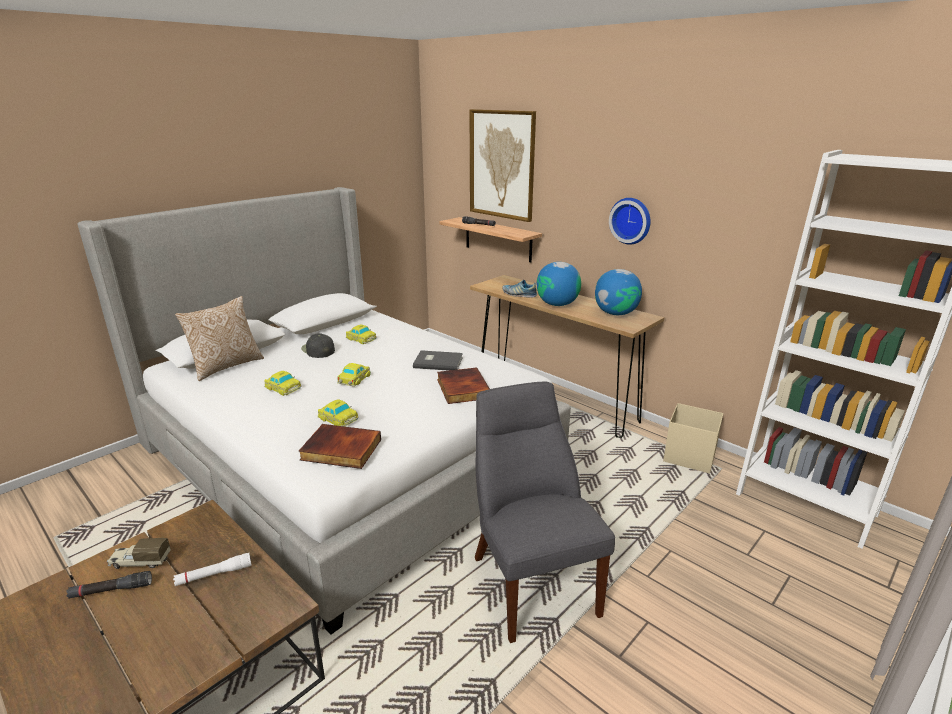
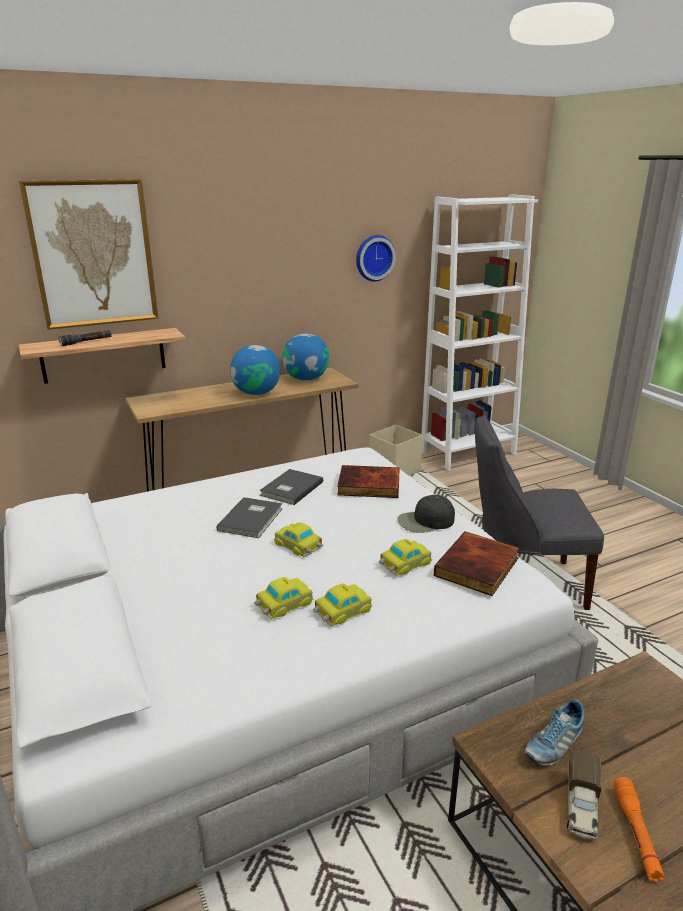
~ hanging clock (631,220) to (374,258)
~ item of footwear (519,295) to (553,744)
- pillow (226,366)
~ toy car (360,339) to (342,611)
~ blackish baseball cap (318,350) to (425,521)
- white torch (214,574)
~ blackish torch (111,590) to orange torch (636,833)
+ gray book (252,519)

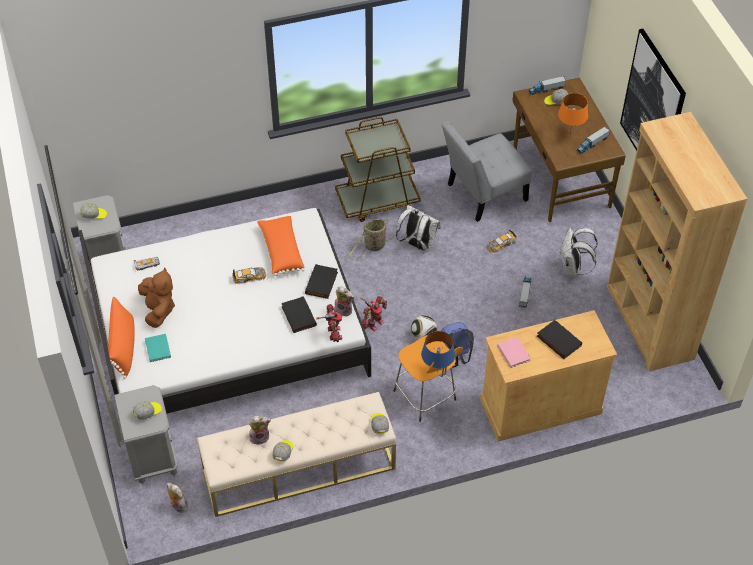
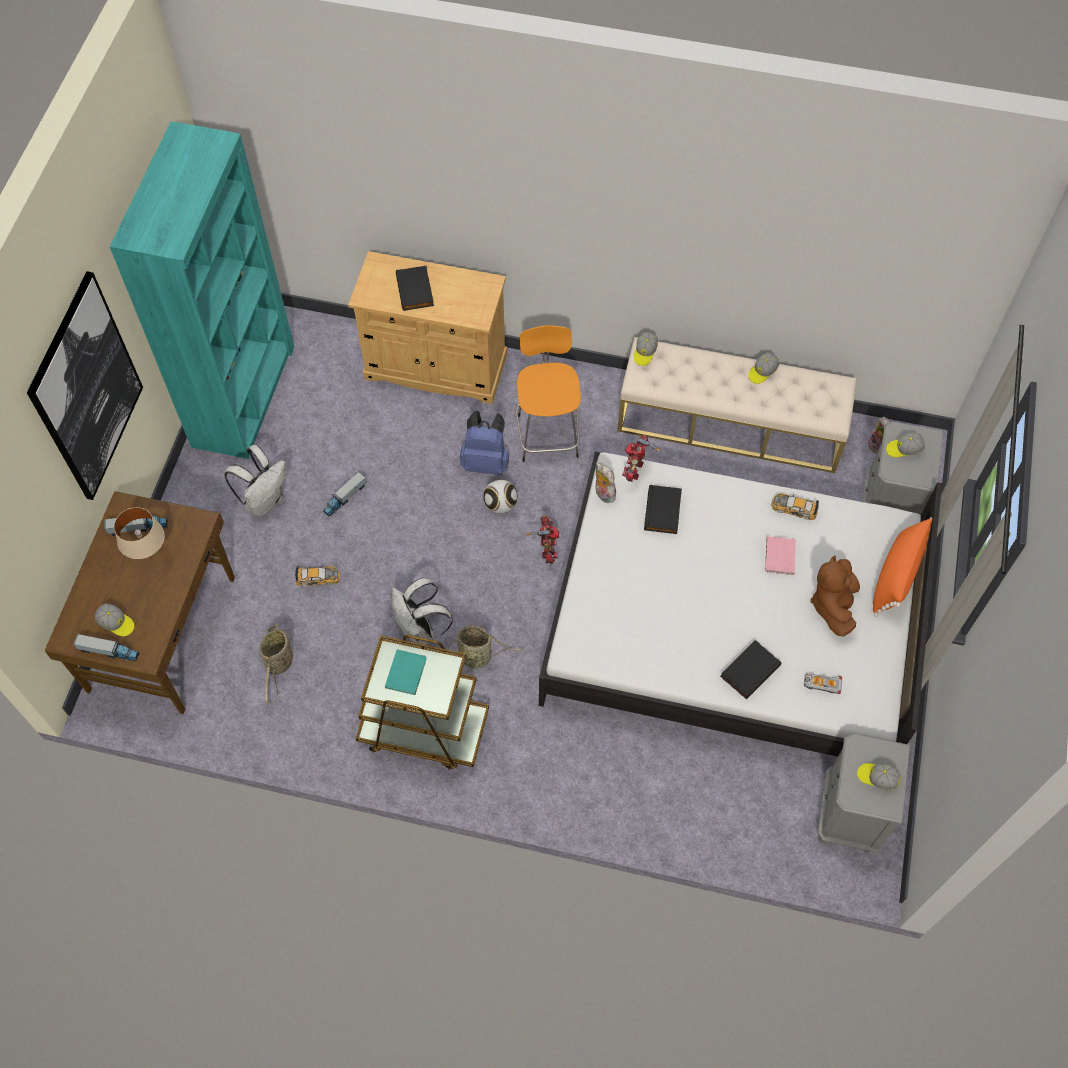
~ orange table lamp (569,134) to beige-coloured table lamp (151,557)
~ brown bookshelf (649,323) to turquoise-coloured bookshelf (244,395)
~ gray plain chair (483,194) to basket (279,665)
- orange pillow (281,251)
~ blackish book (322,283) to (749,670)
~ toy car (249,276) to (794,508)
~ robot figure (374,323) = (547,549) 105 degrees clockwise
- bluish table lamp (437,372)
~ turquoise-coloured book (157,349) to (407,672)
~ pink book (514,352) to (779,557)
- cuddly toy (260,437)

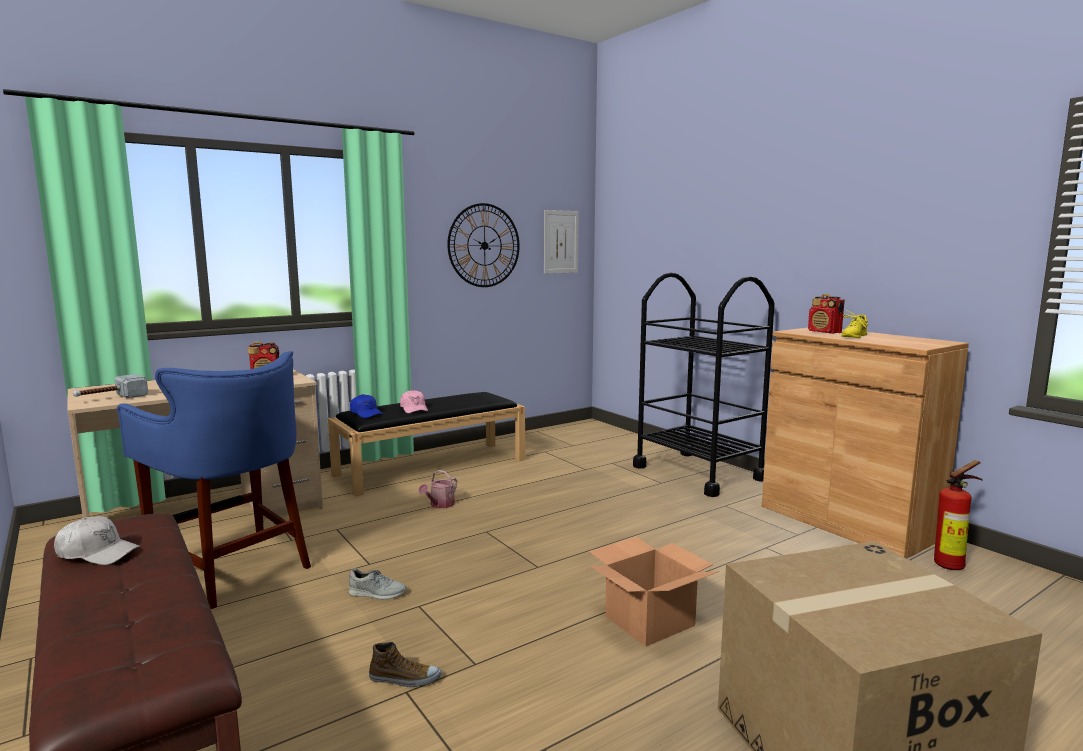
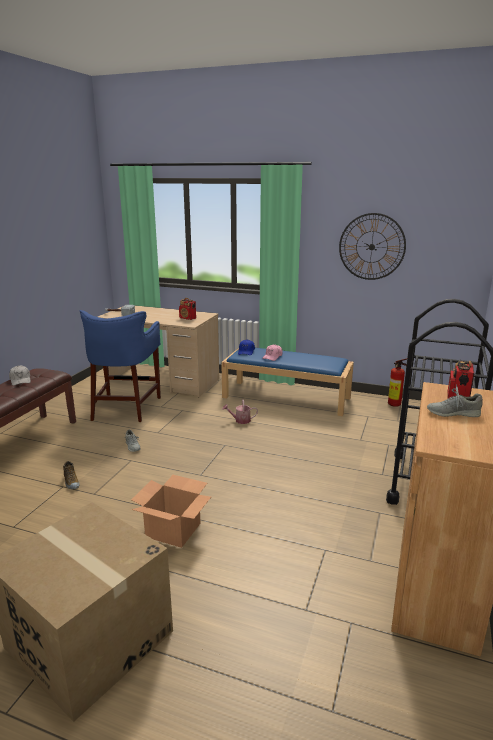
- wall art (560,242)
~ yellow-coloured item of footwear (853,336) to gray item of footwear (453,413)
~ blackish long seat (432,467) to bluish long seat (287,397)
~ fire extinguisher (953,565) to (396,405)

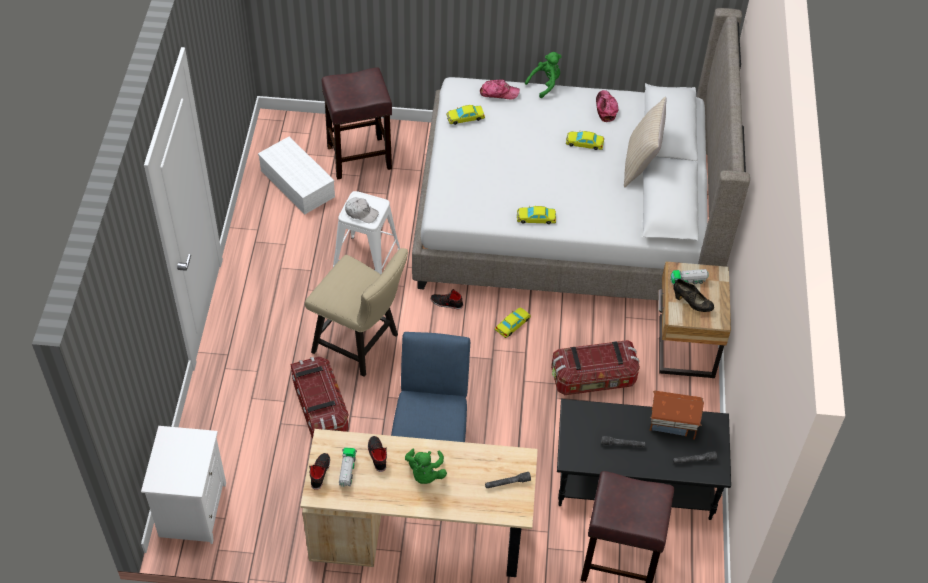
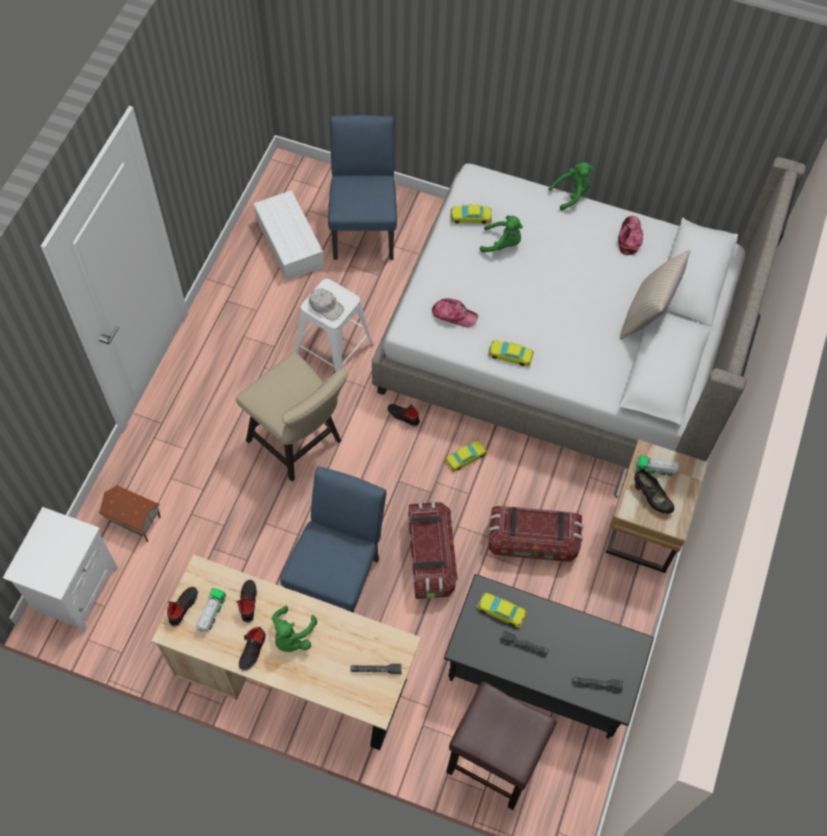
~ brown stool (360,157) to bluish plain chair (364,226)
~ baseball cap (499,93) to (454,315)
~ yellow-coloured toy car (584,142) to (501,611)
~ storage container (320,409) to (430,557)
~ model house (672,424) to (134,521)
+ greenish cuddly toy (502,243)
+ blackish item of footwear (253,651)

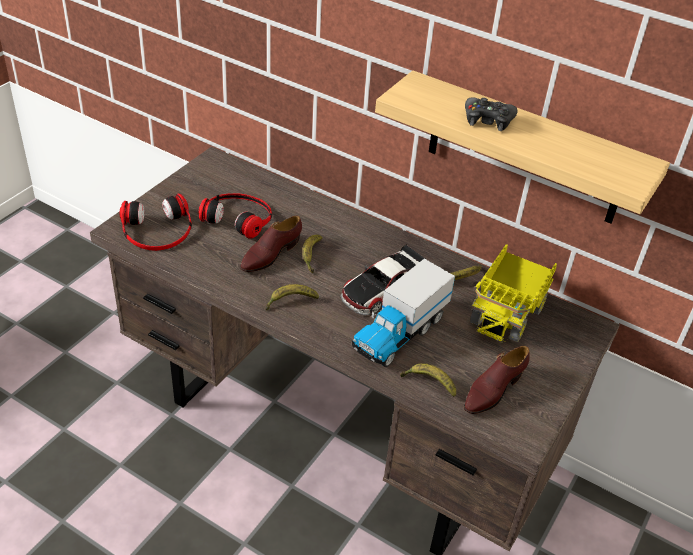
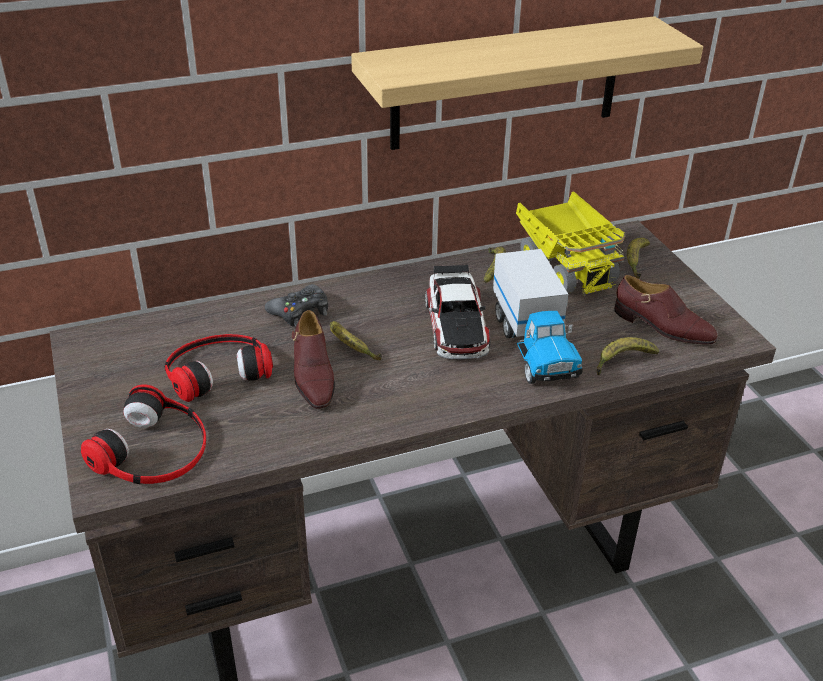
~ blackish gamepad (488,120) to (300,312)
~ banana fruit (290,301) to (635,262)
~ brown item of footwear (493,389) = (663,327) 45 degrees counterclockwise

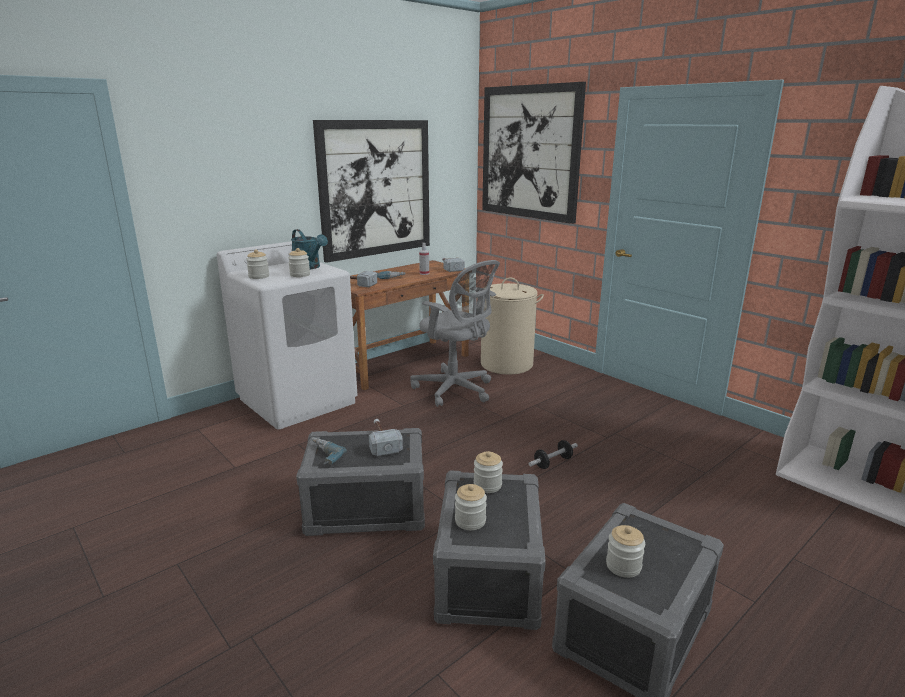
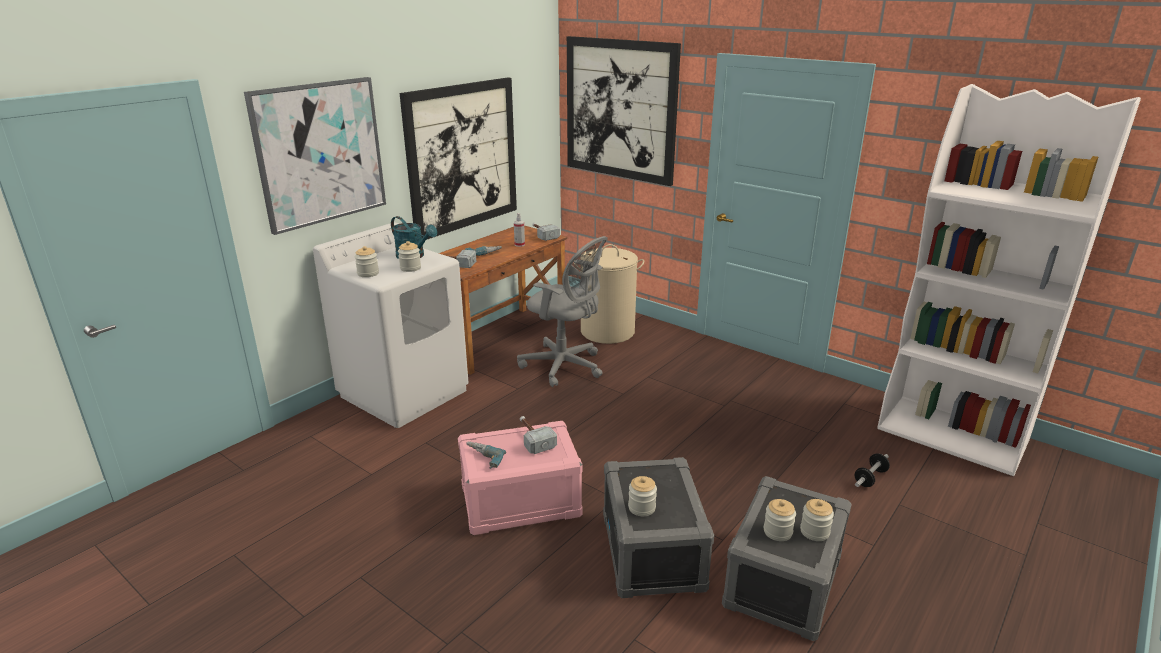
~ gray storage container (366,509) to pink storage container (520,502)
~ hand weight (553,462) to (870,478)
~ preserve jar (487,485) to (814,532)
+ wall art (320,153)

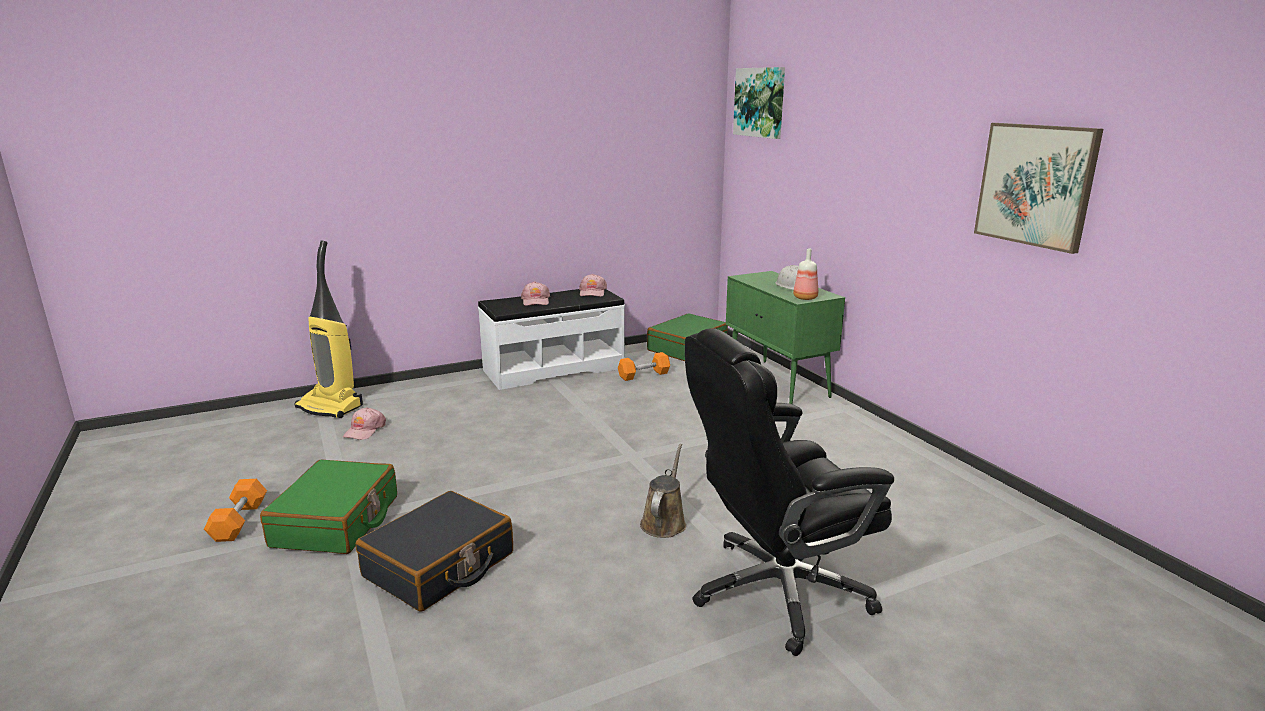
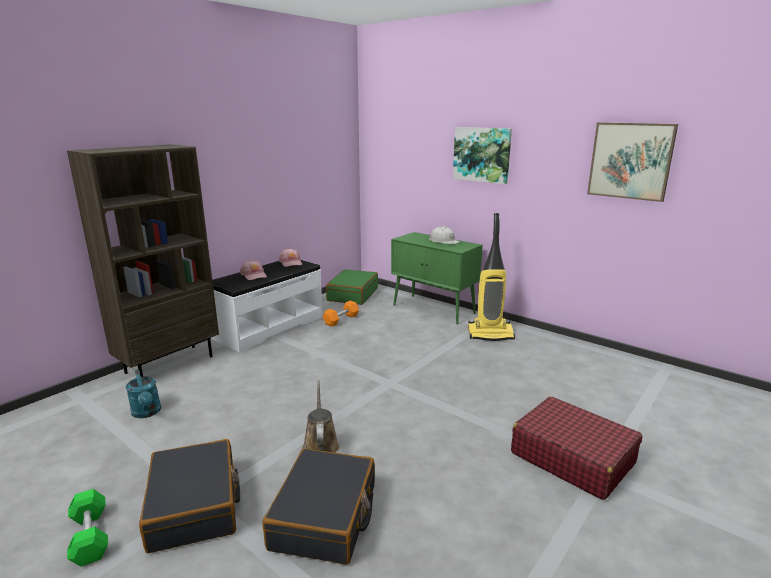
~ wall art (760,102) to (482,154)
~ vacuum cleaner (331,407) to (490,334)
- bottle (805,297)
~ blackish office chair (777,592) to red-coloured suitcase (572,458)
~ pink baseball cap (364,430) to turquoise-coloured watering can (147,413)
~ brown watering can (664,522) to (320,445)
~ greenish suitcase (337,521) to blackish suitcase (195,506)
~ orange hand weight (239,521) to greenish hand weight (90,536)
+ brown bookshelf (170,364)

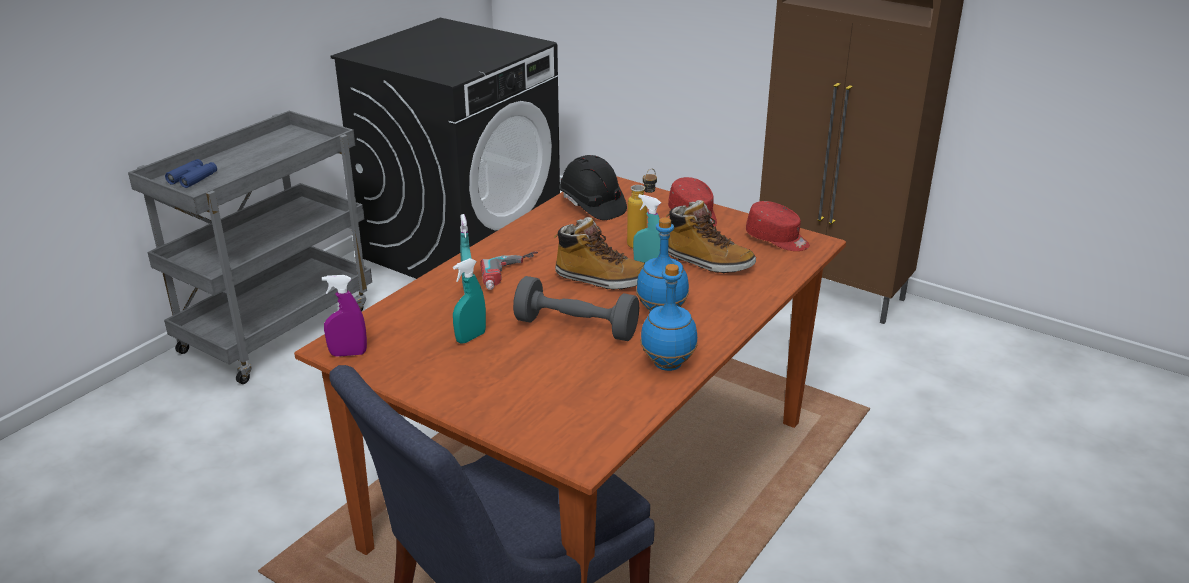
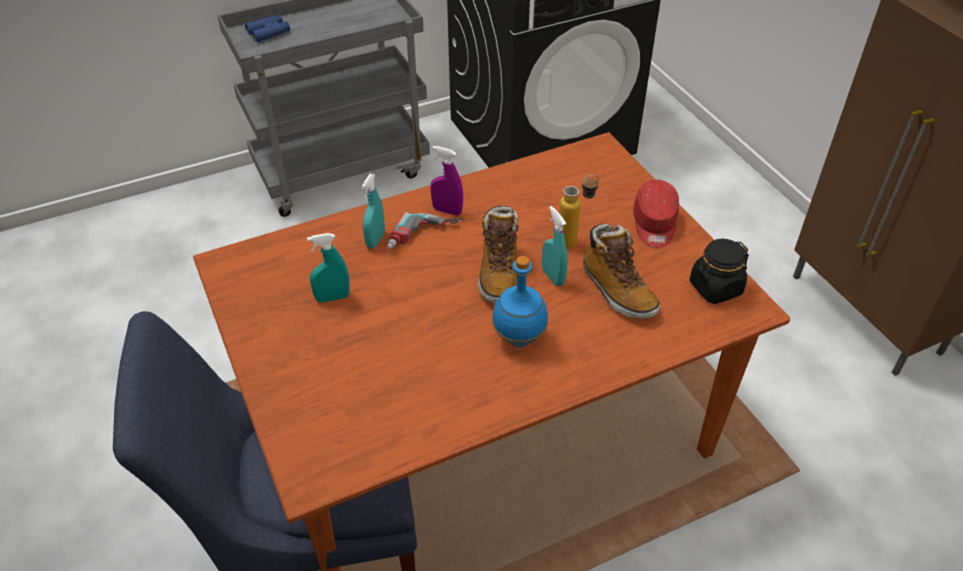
- blackish hard hat (592,205)
~ red-coloured baseball cap (777,239) to blackish preserve jar (715,288)
~ high-top boot (601,279) = (498,273) 45 degrees clockwise
- bluish bottle (667,364)
~ purplish hand sprayer (348,354) to (447,211)
- gray hand weight (576,327)

